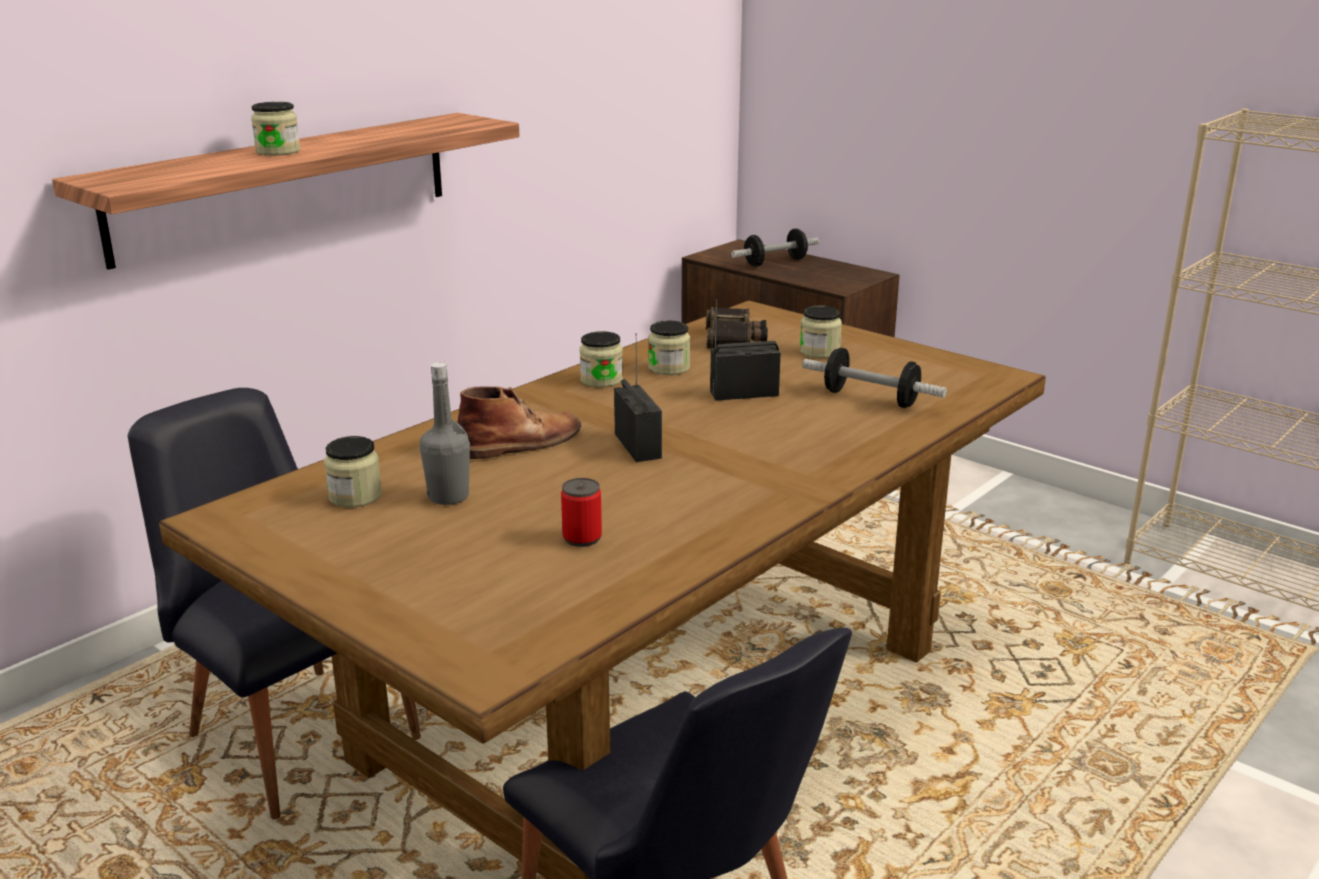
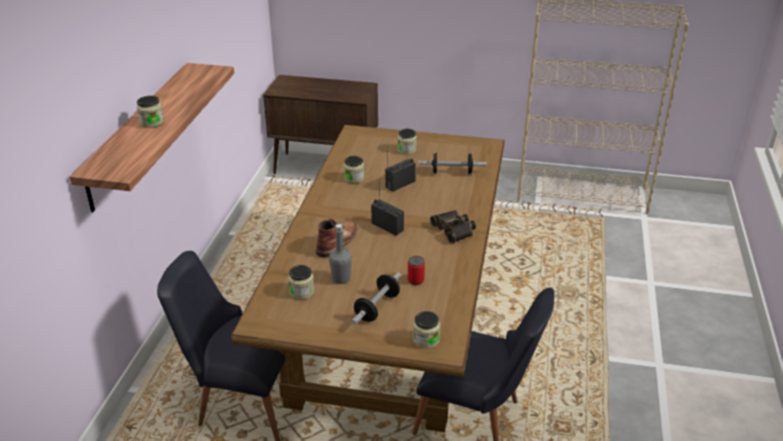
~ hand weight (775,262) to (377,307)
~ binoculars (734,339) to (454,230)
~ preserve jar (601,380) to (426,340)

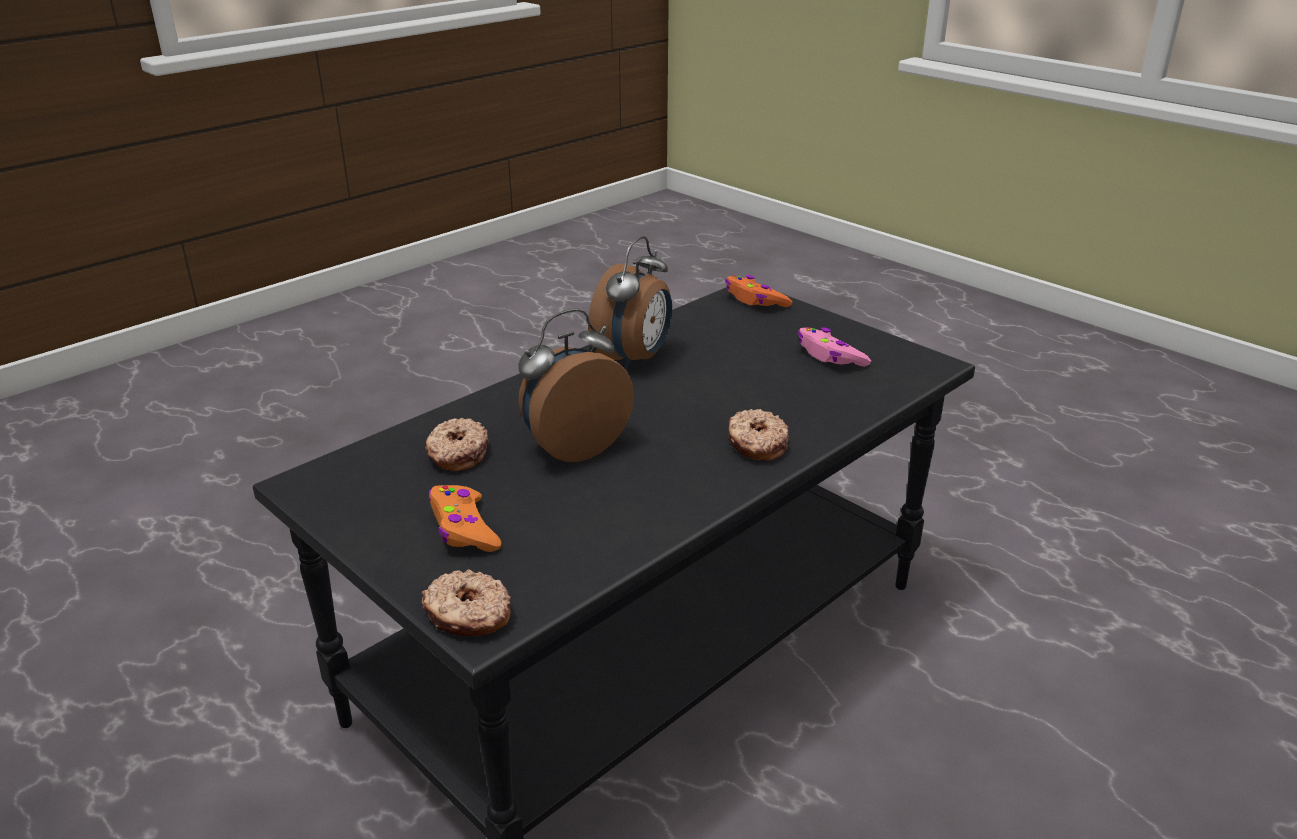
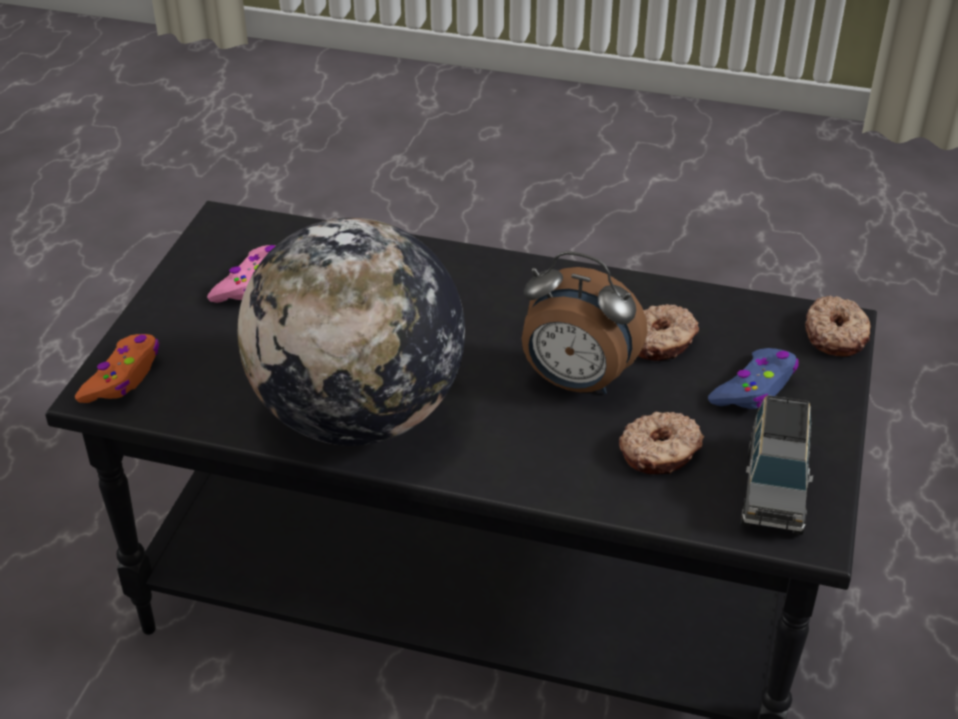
~ bedside clock (634,359) to world globe (359,415)
~ ring doughnut (756,444) to (661,342)
~ orange gamepad (463,528) to bluish gamepad (754,388)
+ gray toy car (774,488)

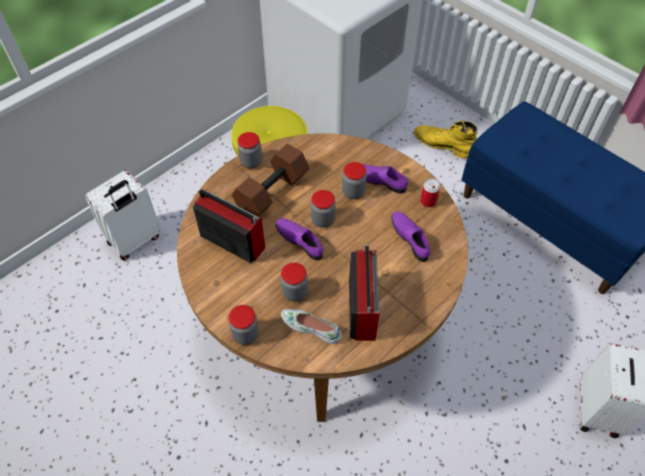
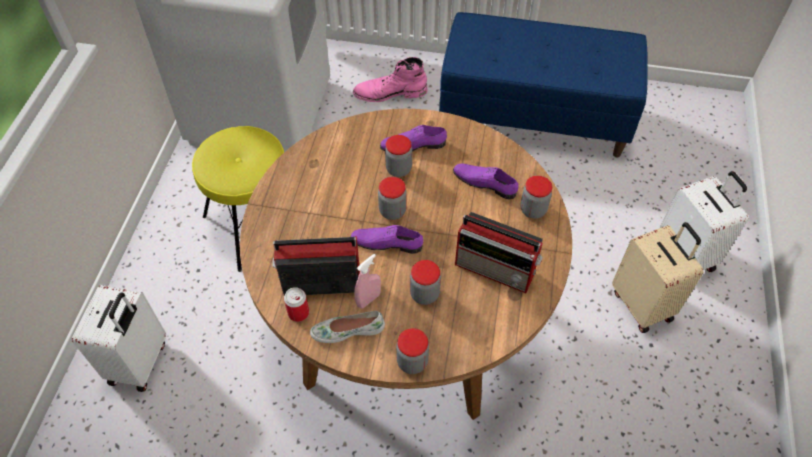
~ yellow-coloured high-top boot (444,144) to pink high-top boot (390,93)
~ preserve jar (251,162) to (533,210)
- brown hand weight (272,193)
~ metal can (428,201) to (298,313)
~ radio set (362,307) = (496,270) 150 degrees clockwise
~ white item of footwear (311,327) to (347,330)
+ beige-coloured suitcase (643,304)
+ pink hand sprayer (368,299)

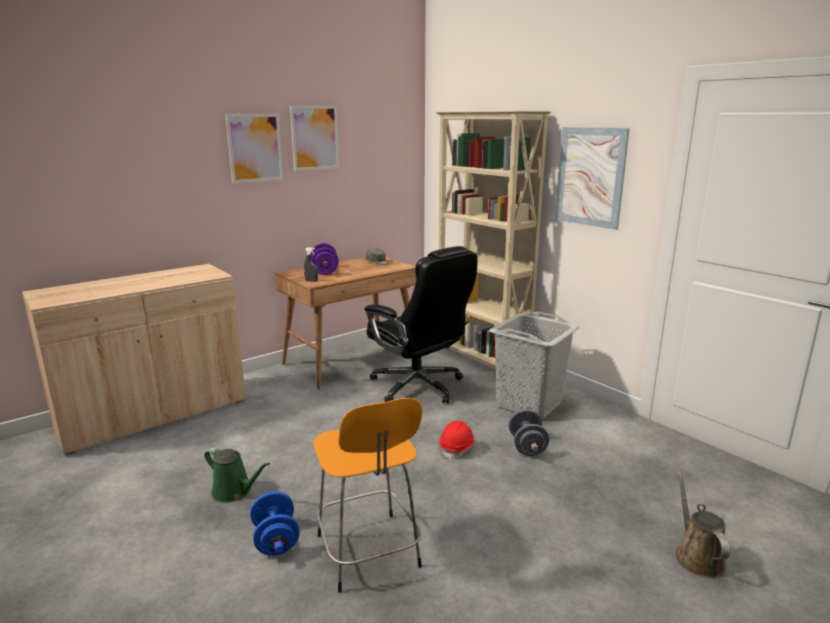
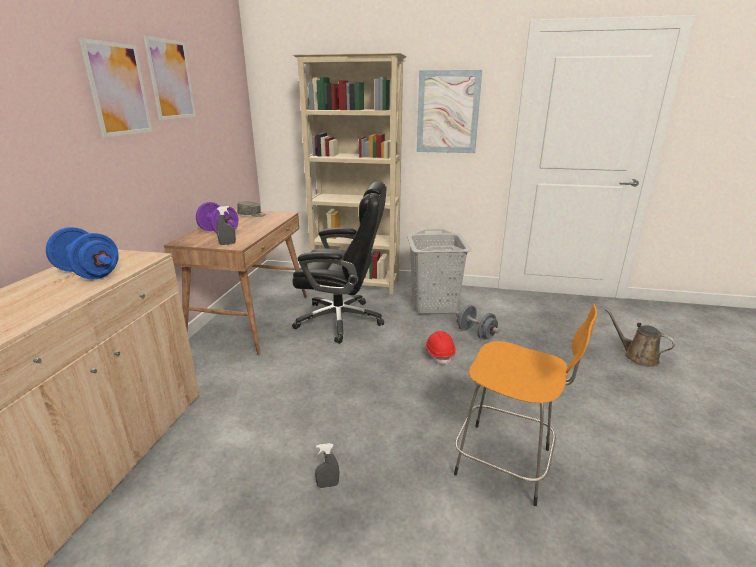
~ greenish watering can (234,492) to gray hand sprayer (328,485)
~ bluish hand weight (276,540) to (88,273)

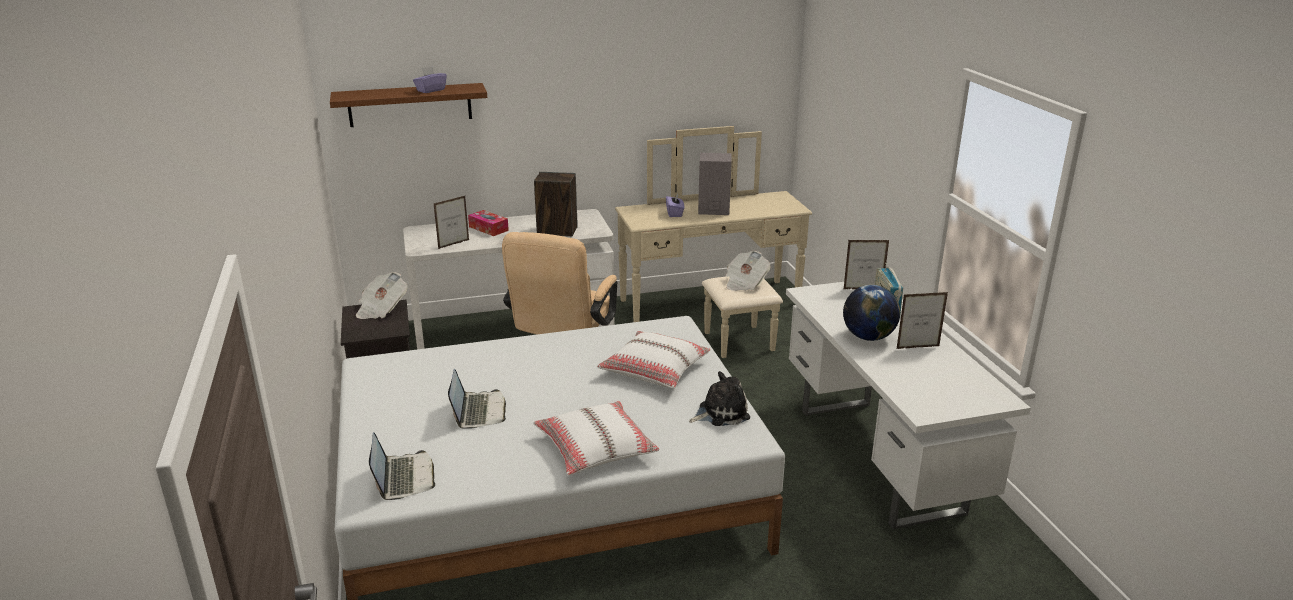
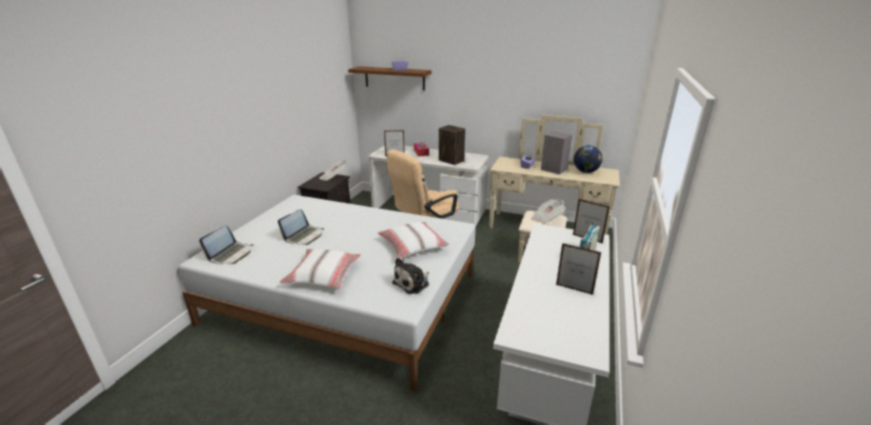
~ world globe (868,337) to (585,172)
~ cuddly toy (720,412) = (412,283) 120 degrees clockwise

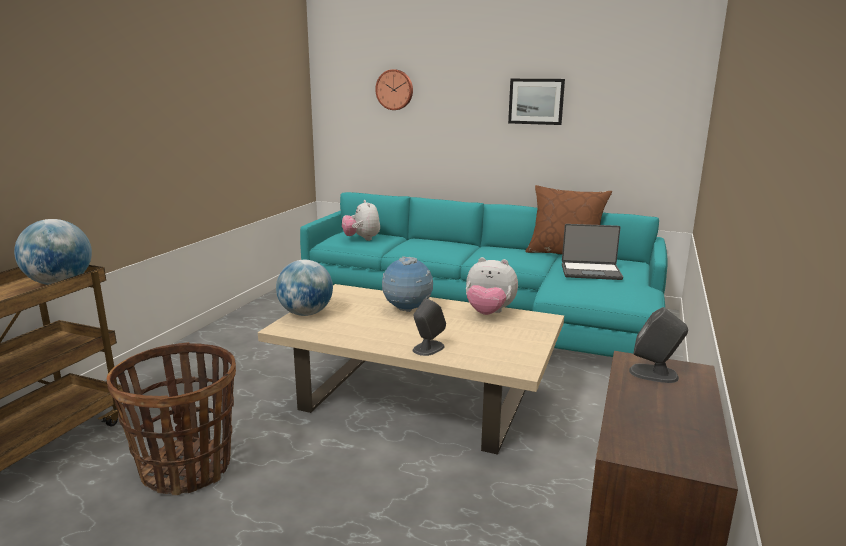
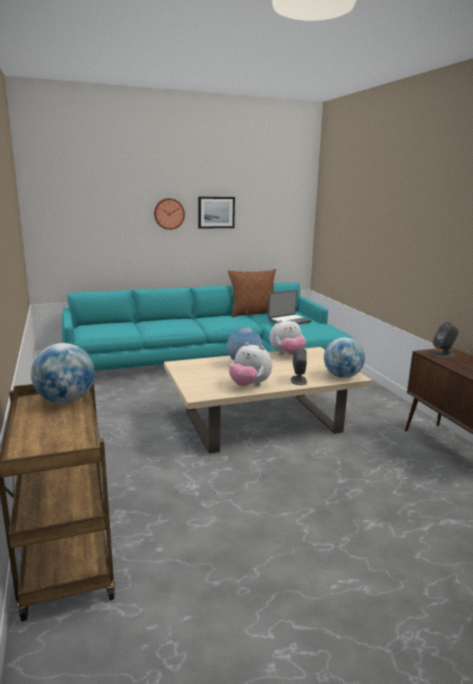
~ hanging clock (395,89) to (169,213)
~ cuddly toy (362,239) to (249,385)
~ world globe (306,313) to (342,376)
- basket (187,468)

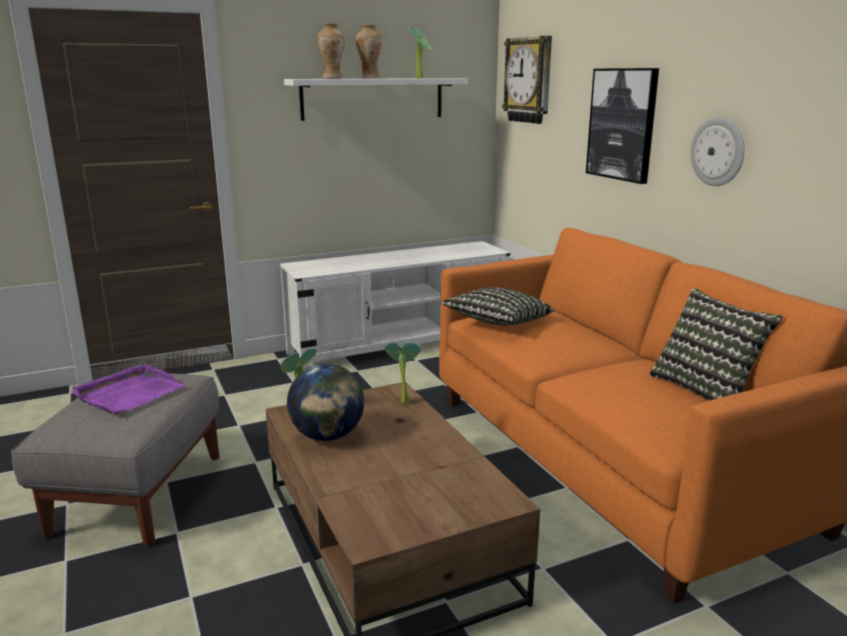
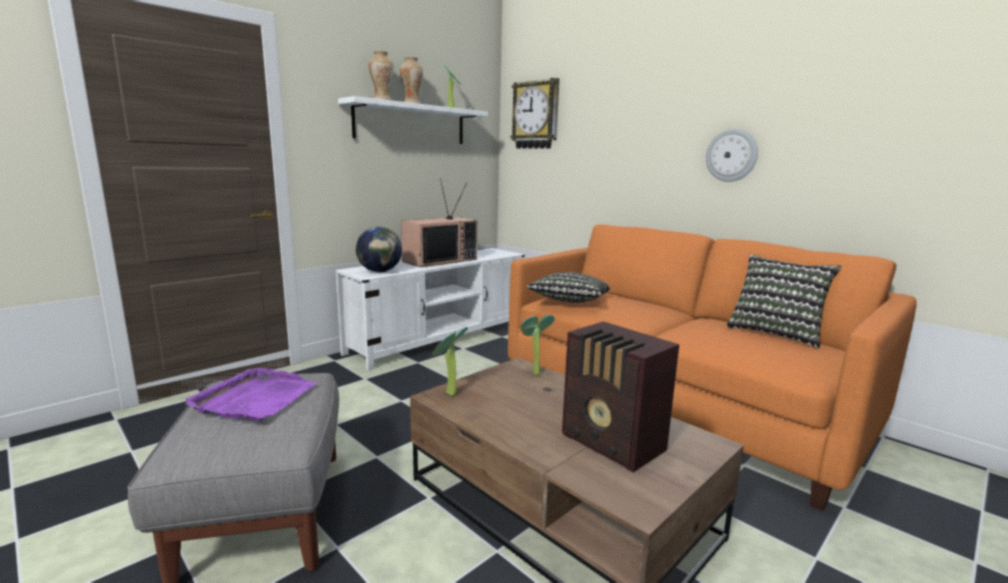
- wall art (622,124)
~ world globe (327,436) to (380,272)
+ TV set (440,260)
+ radio set (613,444)

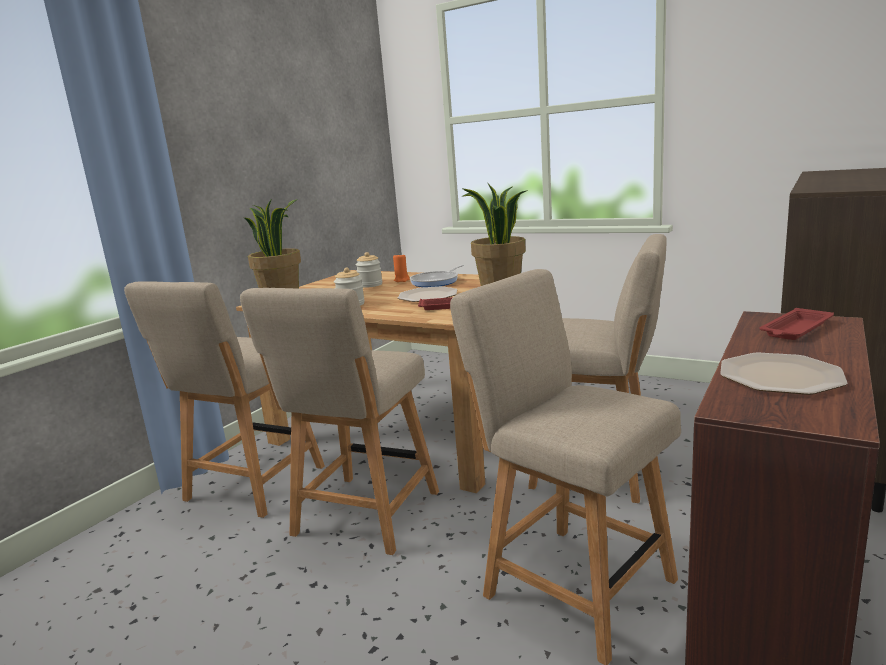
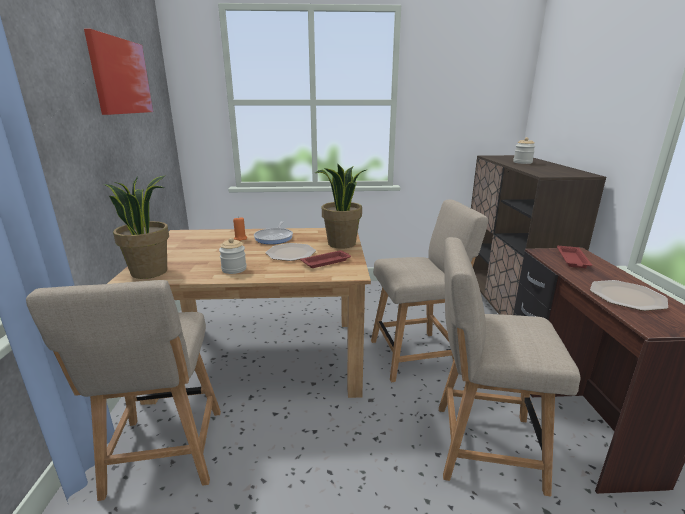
~ preserve jar (370,285) to (522,162)
- beige-coloured plain chair (363,517)
+ wall art (120,76)

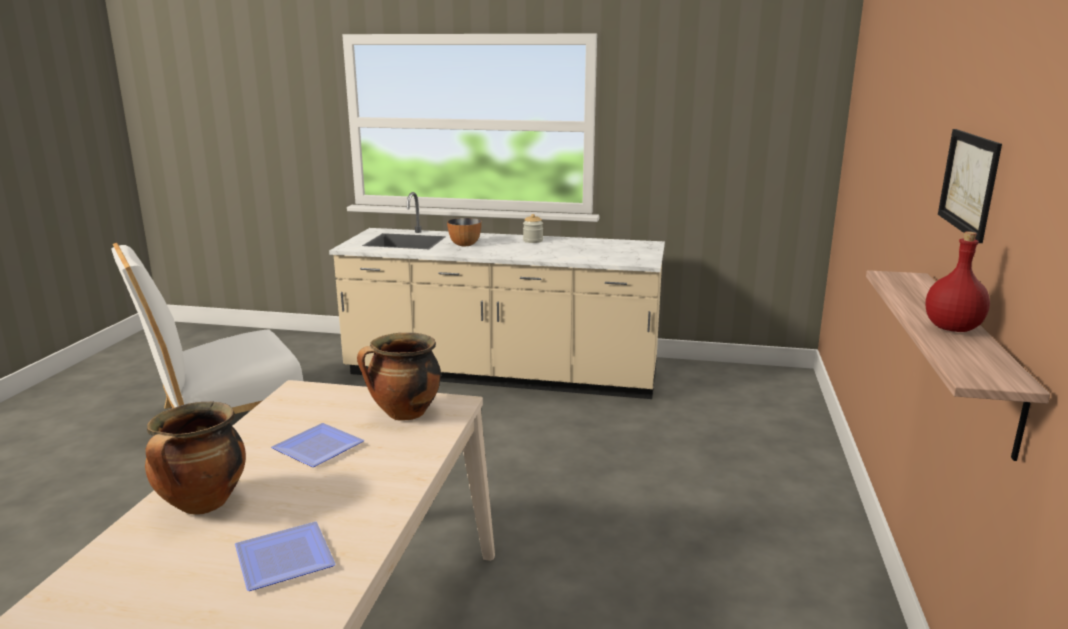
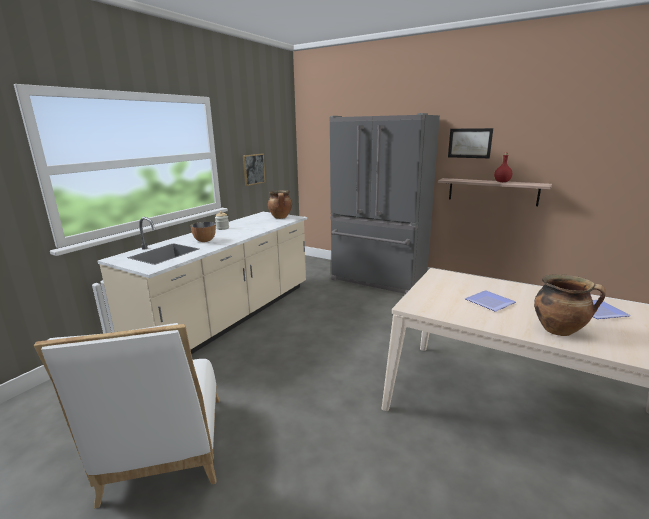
~ saucepot (404,414) to (281,217)
+ gray refrigerator (378,279)
+ wall art (253,169)

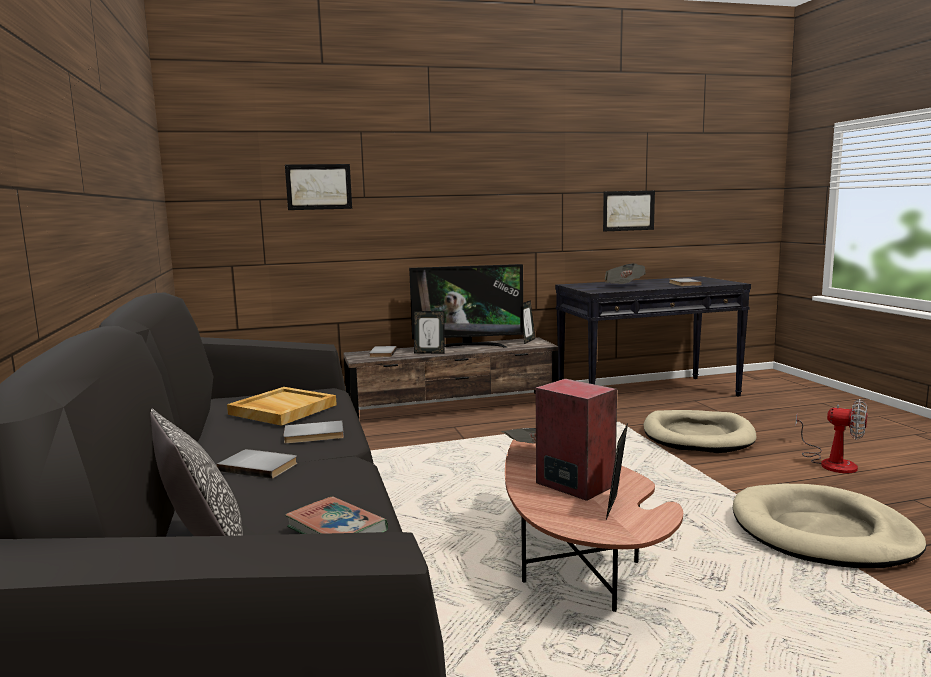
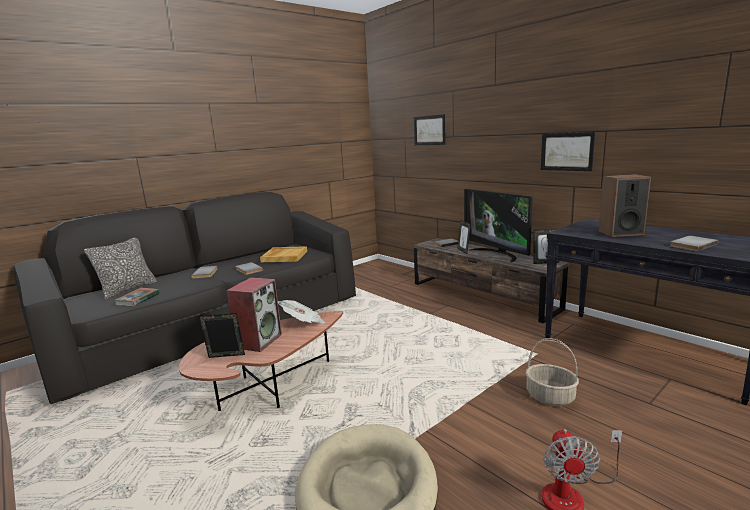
~ wall art (628,210) to (566,151)
~ printed paper (624,286) to speaker (620,233)
~ beige-coloured dog cushion (697,436) to basket (550,396)

